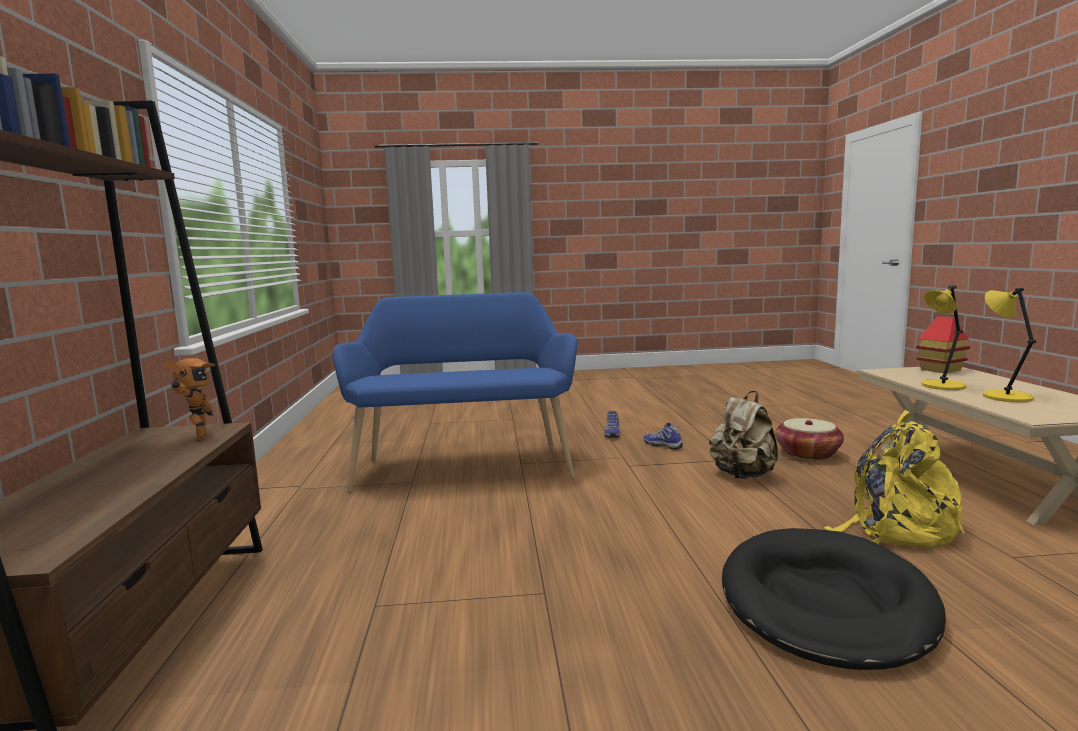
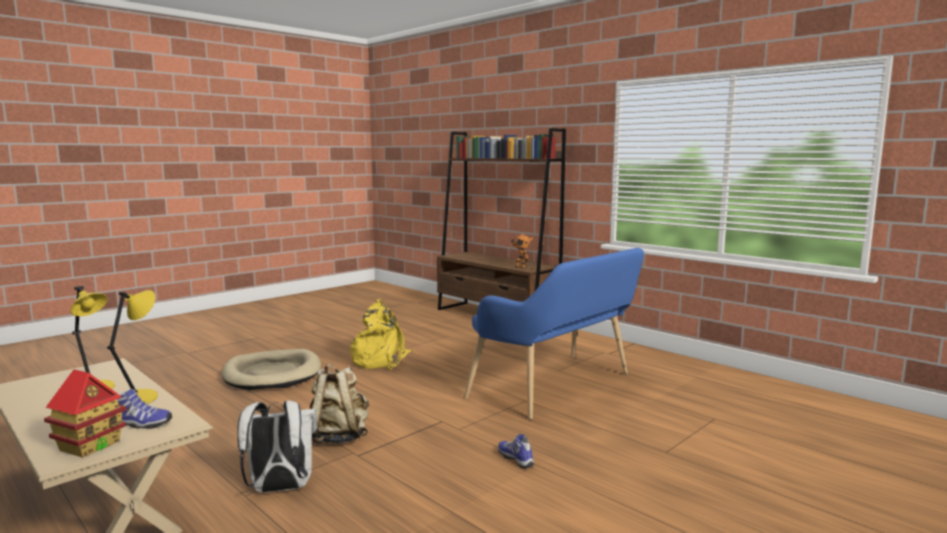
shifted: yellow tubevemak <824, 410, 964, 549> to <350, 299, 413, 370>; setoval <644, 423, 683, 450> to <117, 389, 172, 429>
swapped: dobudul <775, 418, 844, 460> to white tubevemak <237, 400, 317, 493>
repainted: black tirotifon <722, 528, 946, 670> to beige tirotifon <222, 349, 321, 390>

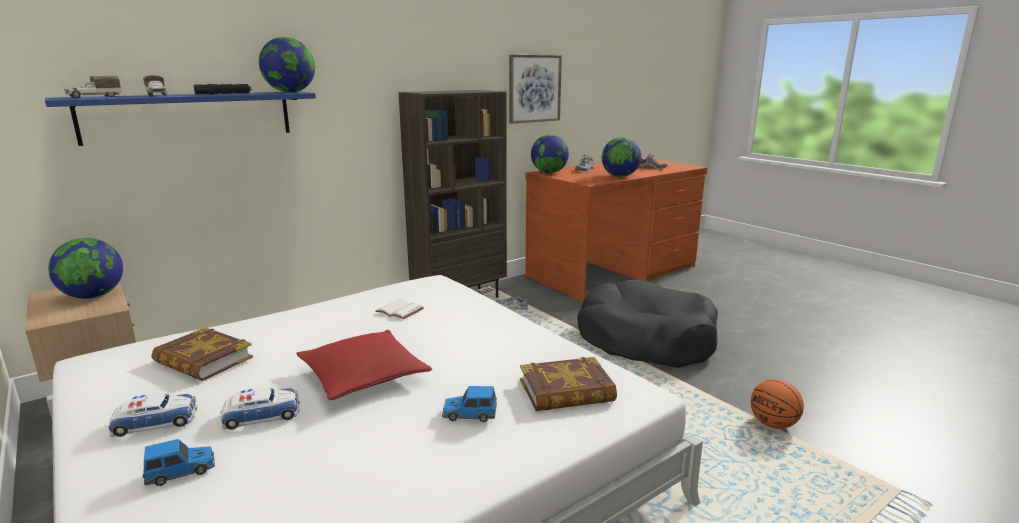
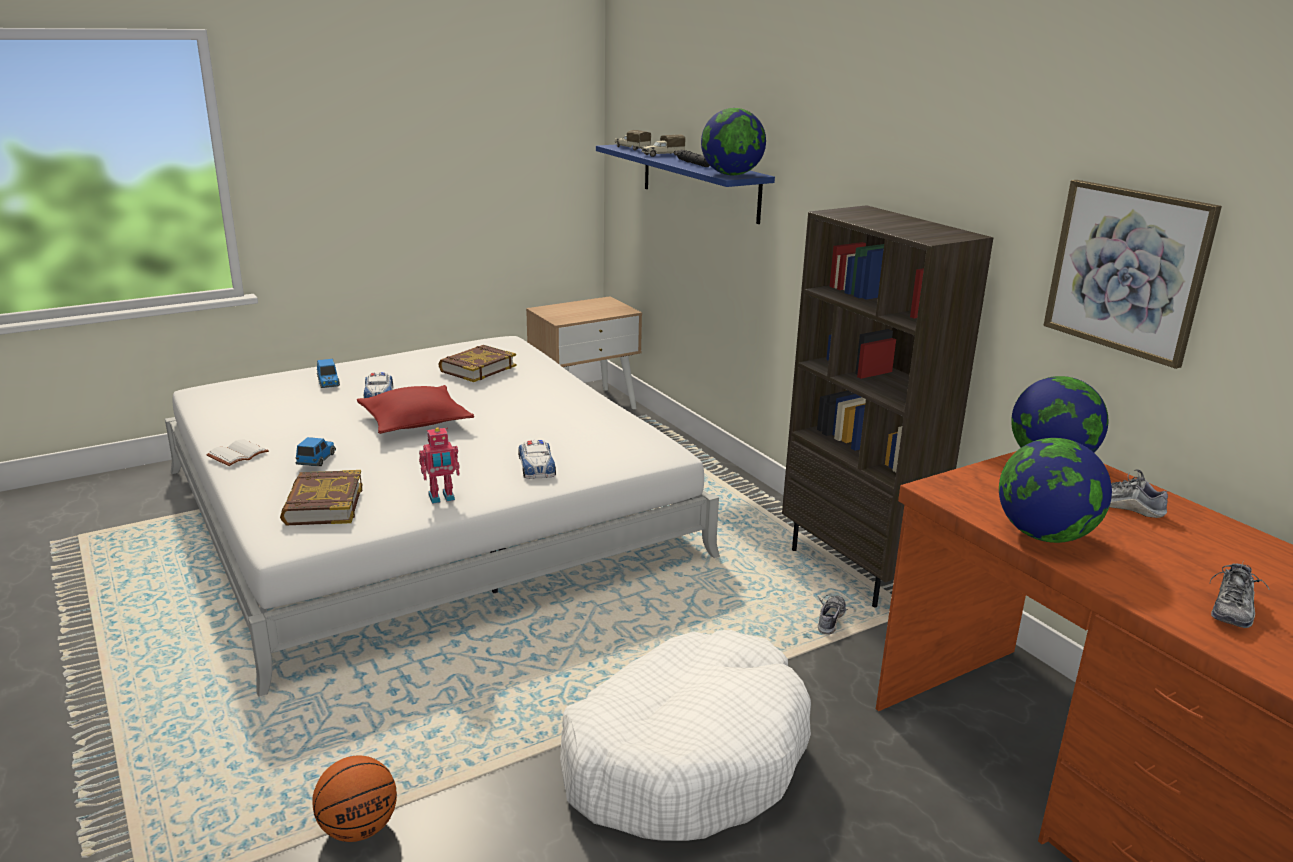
gone: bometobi <48, 238, 123, 299>
new: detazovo <419, 428, 460, 504>
shifted: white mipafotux <376, 299, 424, 319> to <206, 439, 269, 466>; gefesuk <108, 394, 198, 437> to <518, 440, 556, 479>
repainted: black tirotifon <577, 280, 718, 368> to white tirotifon <560, 630, 811, 841>

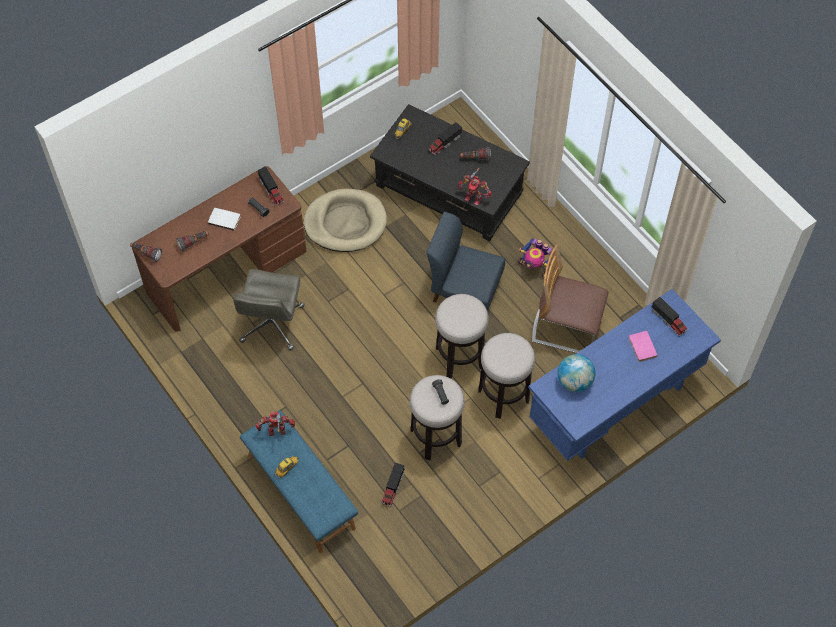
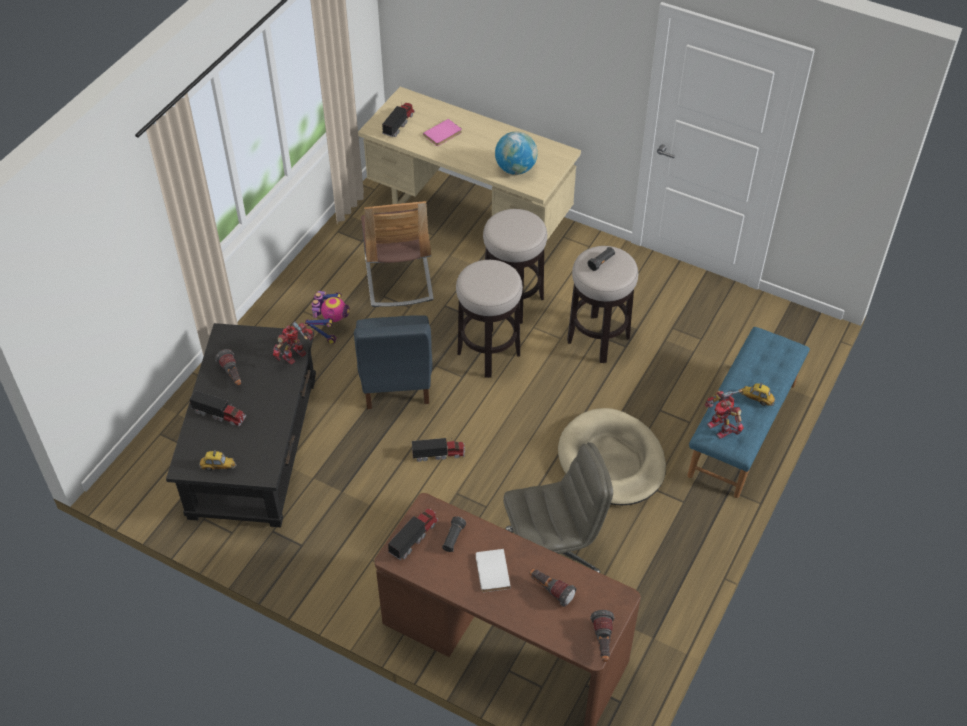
shifted: beige tirotifon <304, 189, 387, 252> to <558, 408, 666, 505>; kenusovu <381, 462, 405, 507> to <412, 438, 465, 462>
repainted: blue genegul <528, 289, 721, 461> to beige genegul <358, 87, 581, 240>
rotated: detazovo <458, 168, 492, 206> = <273, 322, 314, 364> 135 degrees counterclockwise

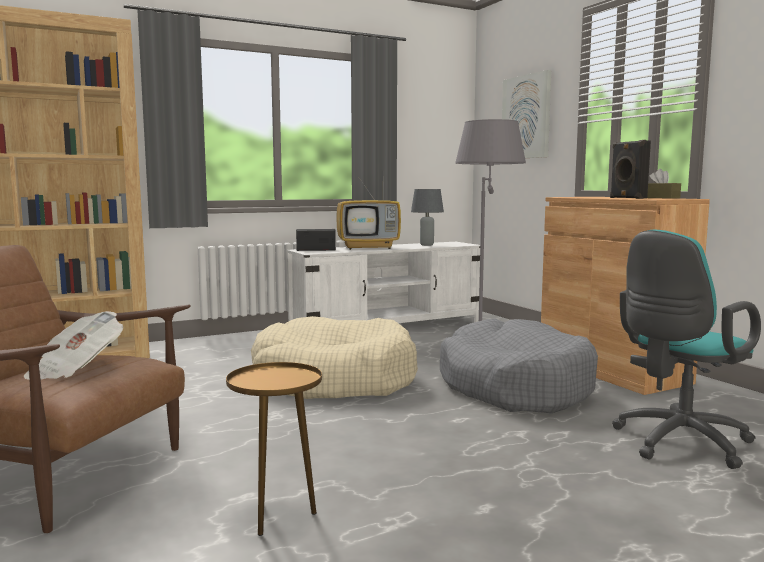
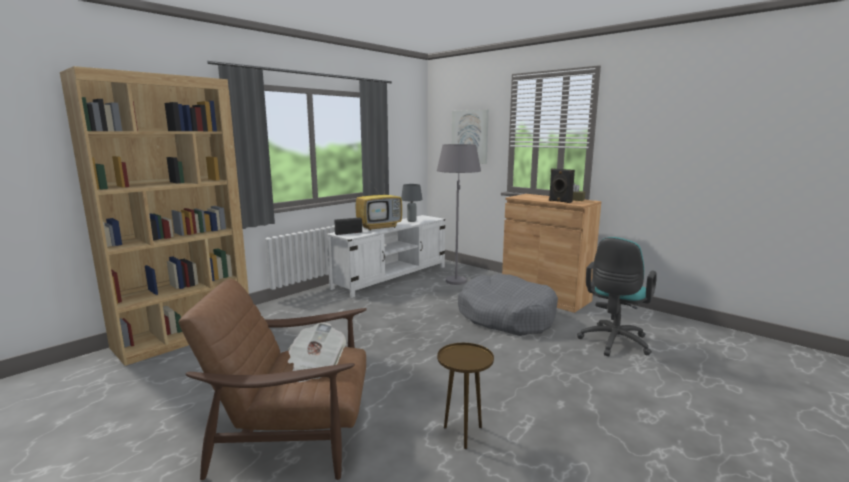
gone: beige tirotifon <251, 316, 418, 399>

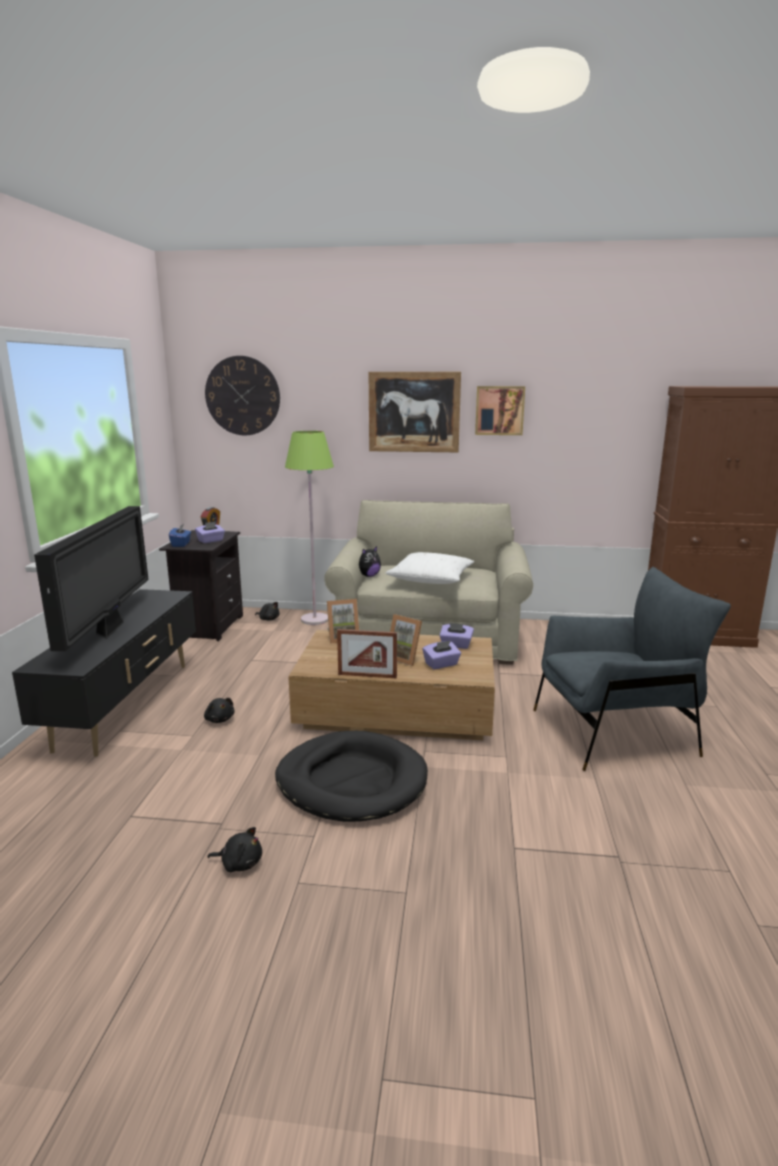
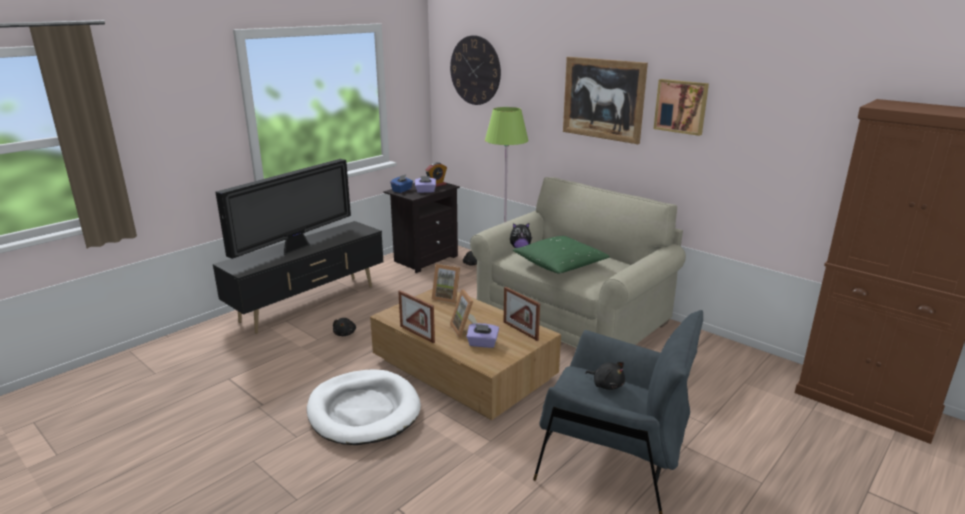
shifted: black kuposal <207, 827, 262, 872> to <585, 362, 625, 390>
swapped: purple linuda <440, 623, 474, 649> to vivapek <504, 287, 540, 341>
repainted: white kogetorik <385, 552, 474, 584> to green kogetorik <513, 236, 610, 274>; black tirotifon <275, 731, 428, 822> to white tirotifon <307, 369, 421, 445>

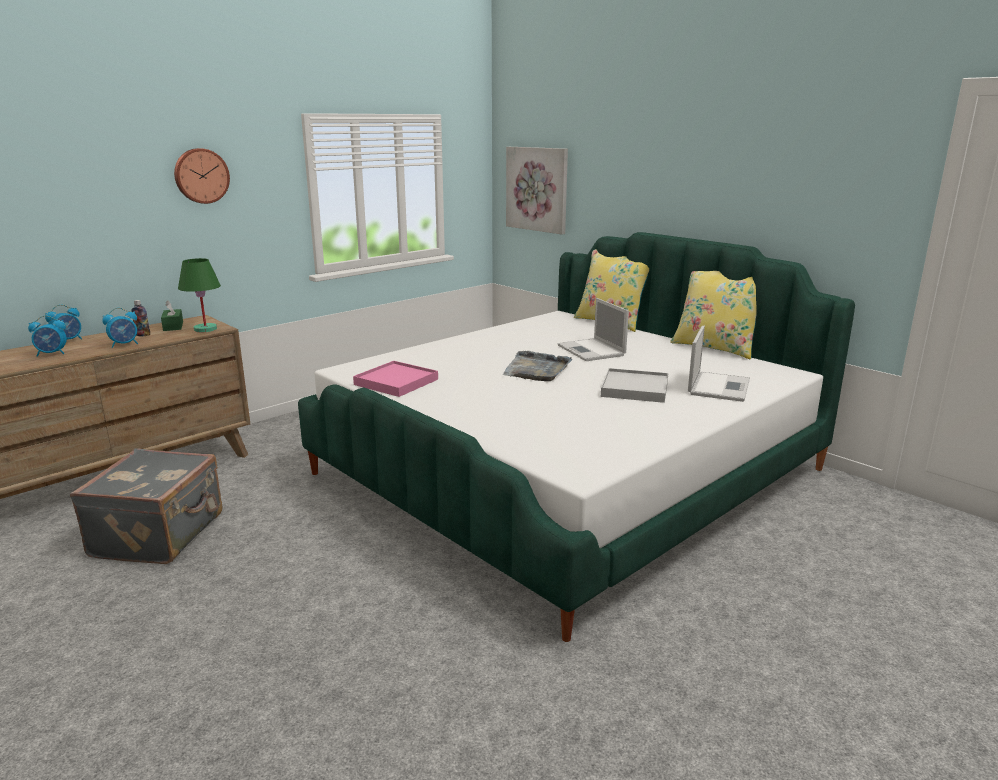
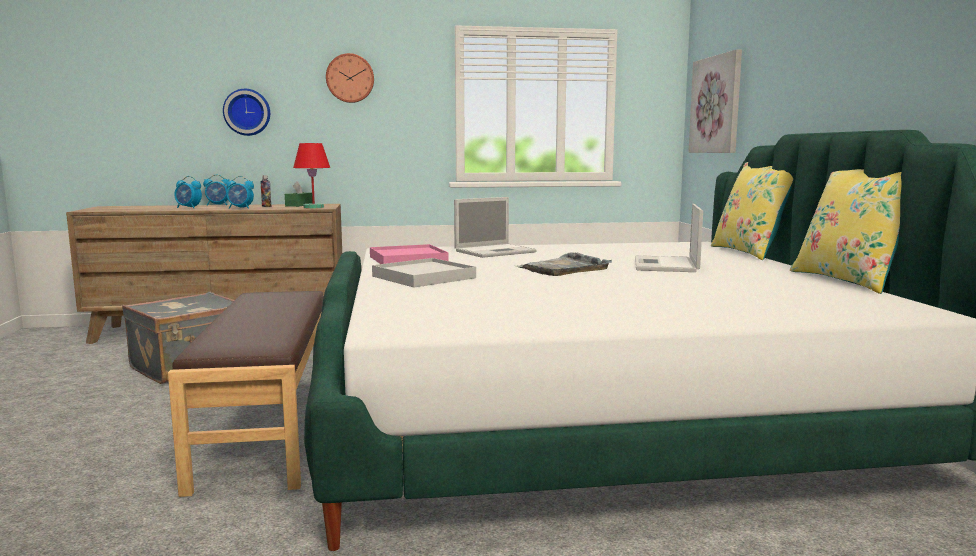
new: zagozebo <223, 89, 270, 136>; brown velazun <168, 291, 324, 497>
shifted: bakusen <688, 326, 750, 402> to <454, 197, 537, 258>; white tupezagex <601, 368, 668, 403> to <372, 258, 476, 287>
repainted: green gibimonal <178, 258, 221, 332> to red gibimonal <293, 143, 330, 208>

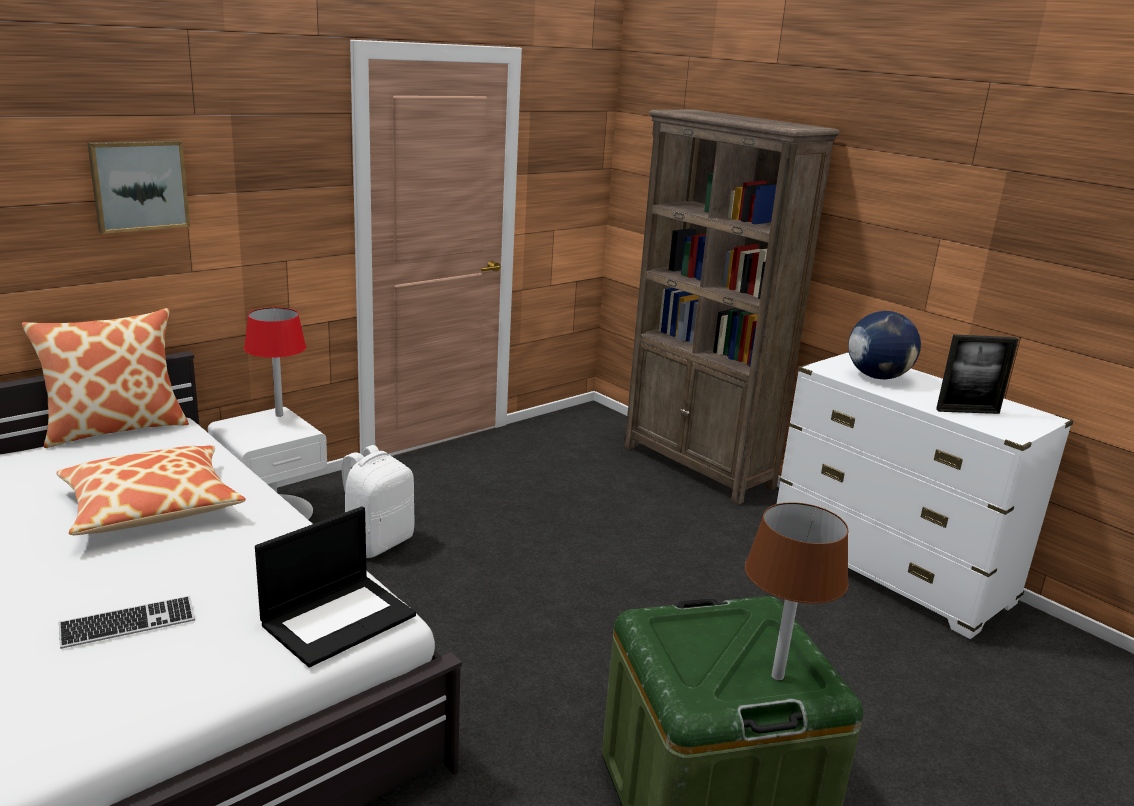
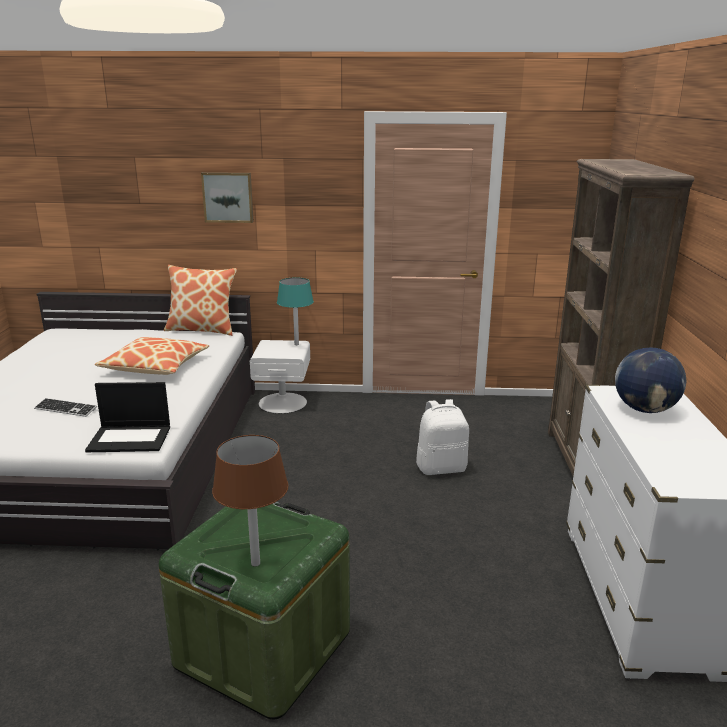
gone: vivapek <936, 334, 1019, 414>
shifted: white tubevemak <341, 445, 414, 558> to <416, 399, 469, 475>
repainted: red gibimonal <244, 307, 306, 417> to turquoise gibimonal <277, 278, 314, 345>

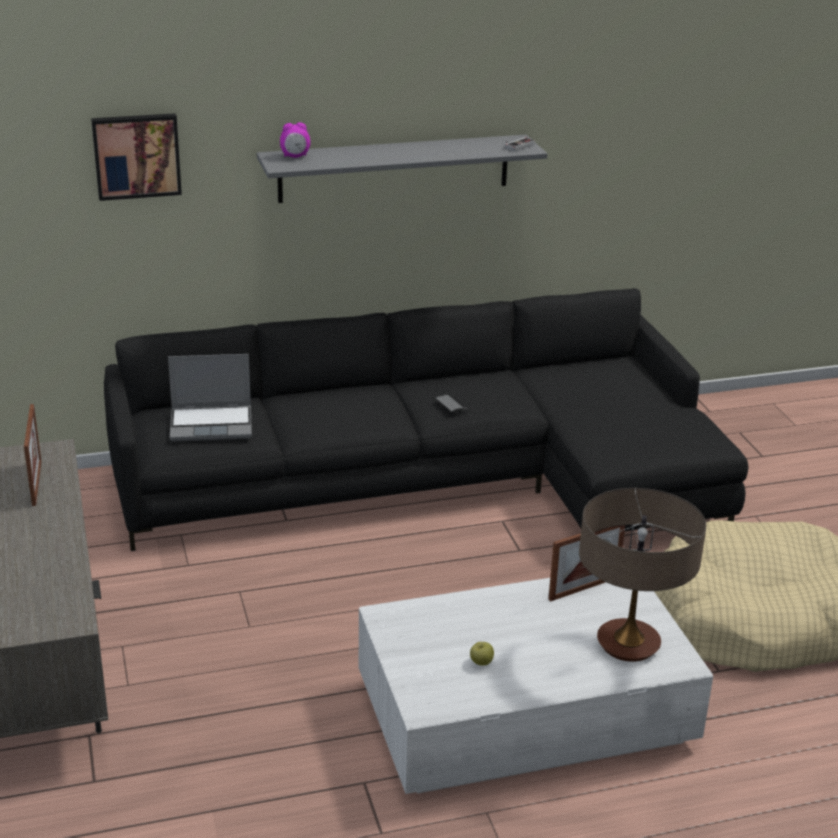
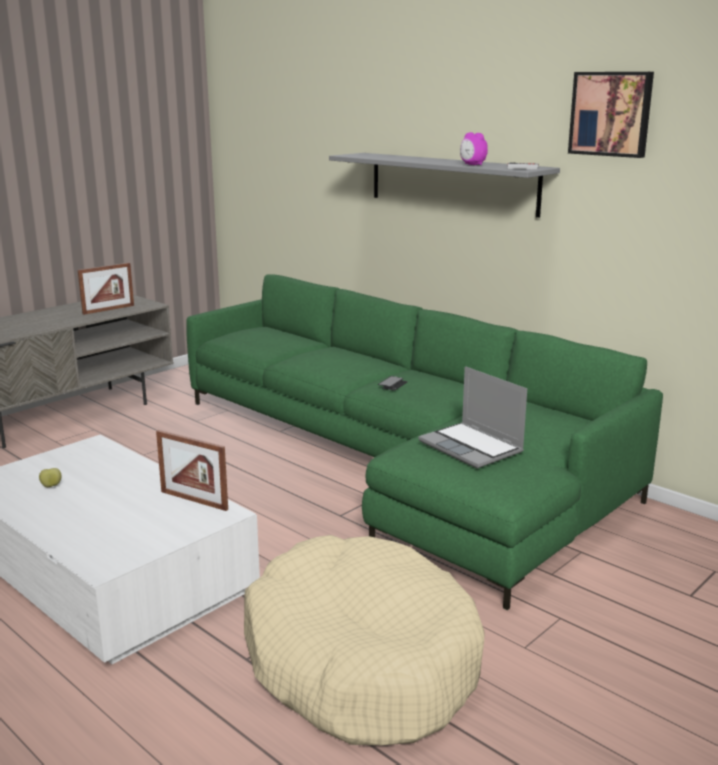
gone: gibimonal <579, 488, 706, 662>
shifted: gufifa <91, 113, 182, 201> to <568, 72, 654, 158>; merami <280, 122, 311, 158> to <460, 132, 488, 165>; bakusen <168, 354, 252, 441> to <419, 366, 527, 469>
repainted: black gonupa <104, 288, 748, 551> to green gonupa <186, 274, 663, 610>

